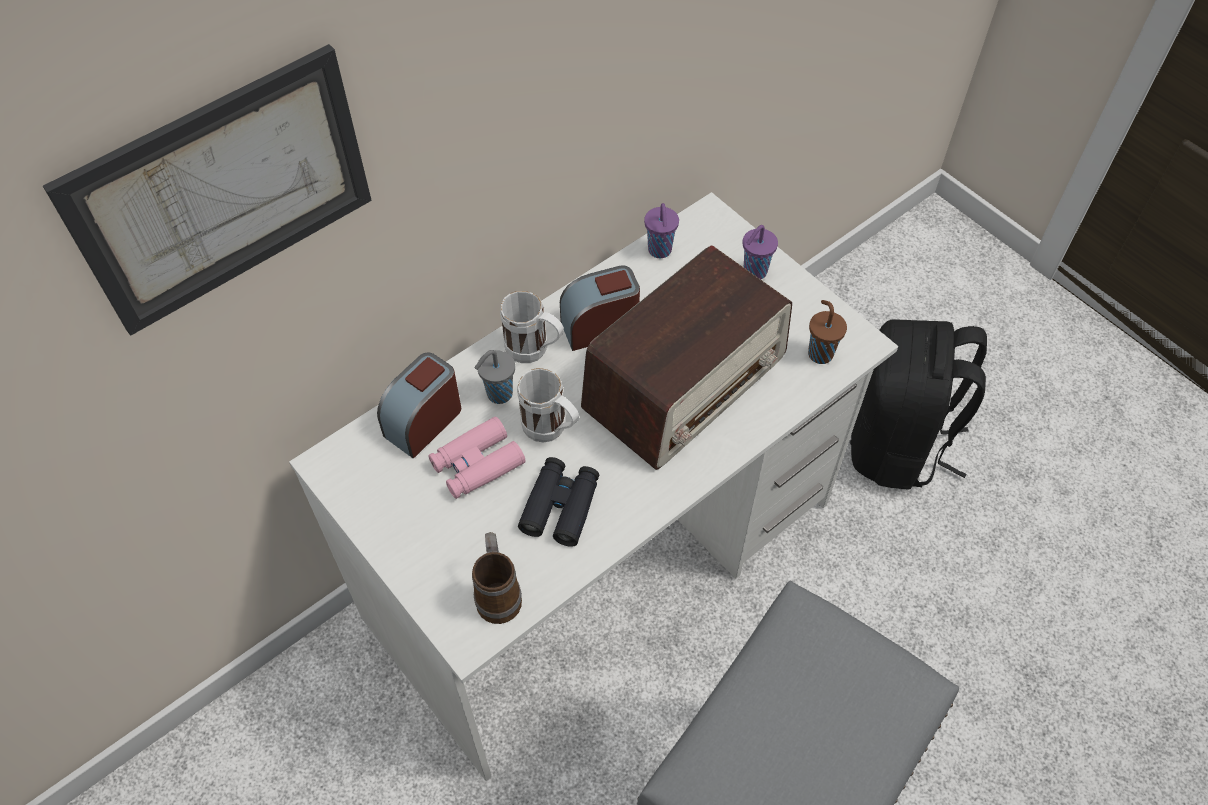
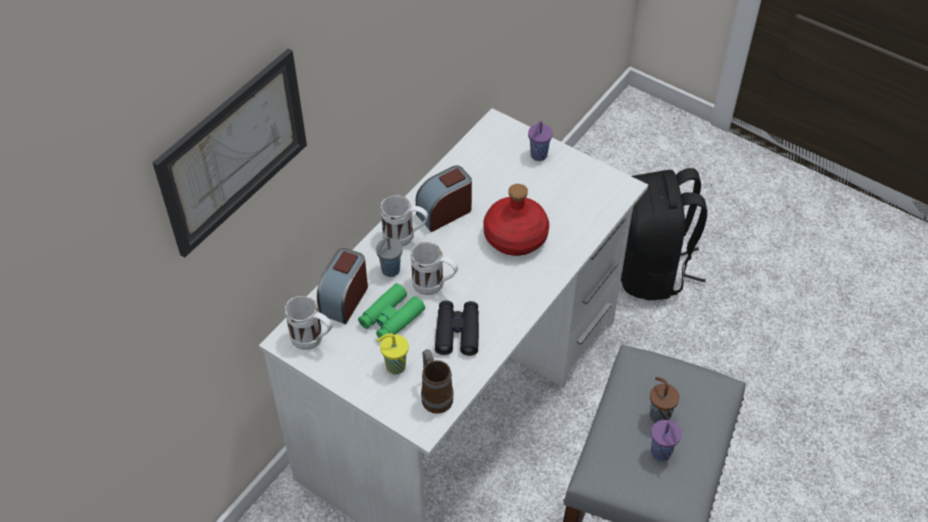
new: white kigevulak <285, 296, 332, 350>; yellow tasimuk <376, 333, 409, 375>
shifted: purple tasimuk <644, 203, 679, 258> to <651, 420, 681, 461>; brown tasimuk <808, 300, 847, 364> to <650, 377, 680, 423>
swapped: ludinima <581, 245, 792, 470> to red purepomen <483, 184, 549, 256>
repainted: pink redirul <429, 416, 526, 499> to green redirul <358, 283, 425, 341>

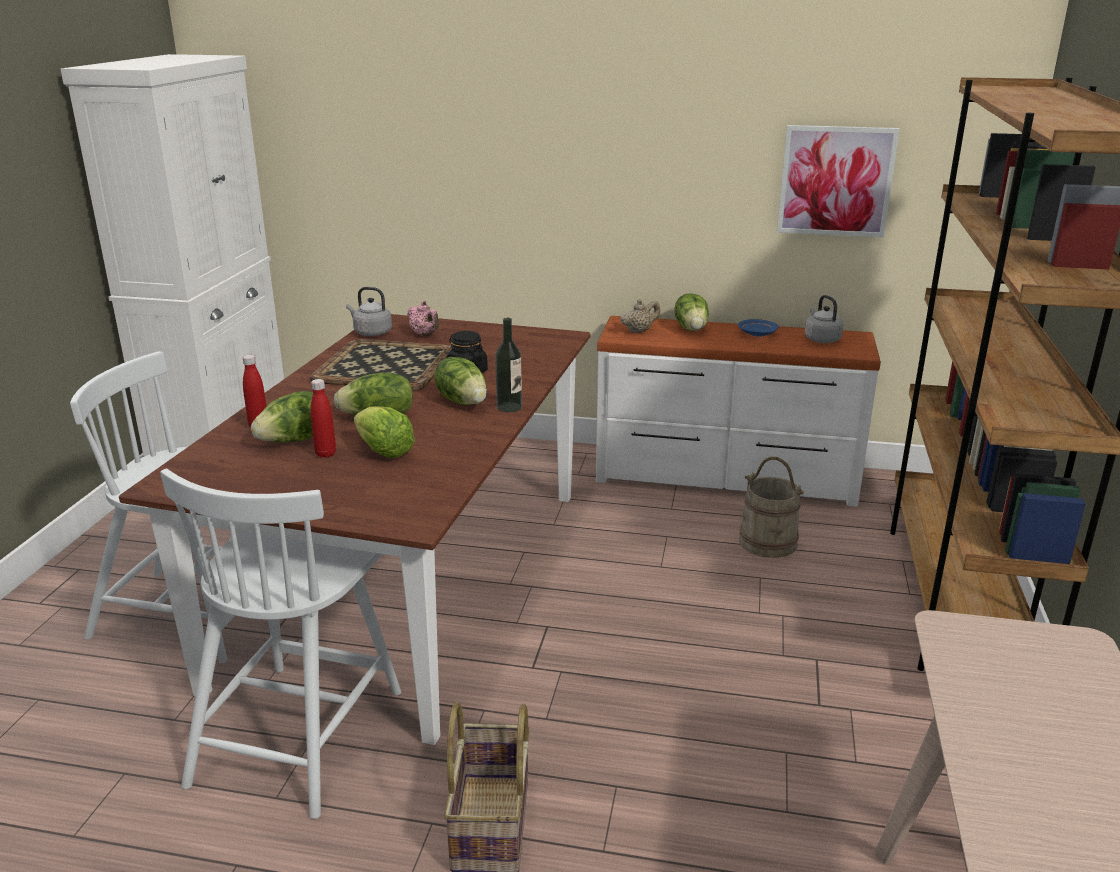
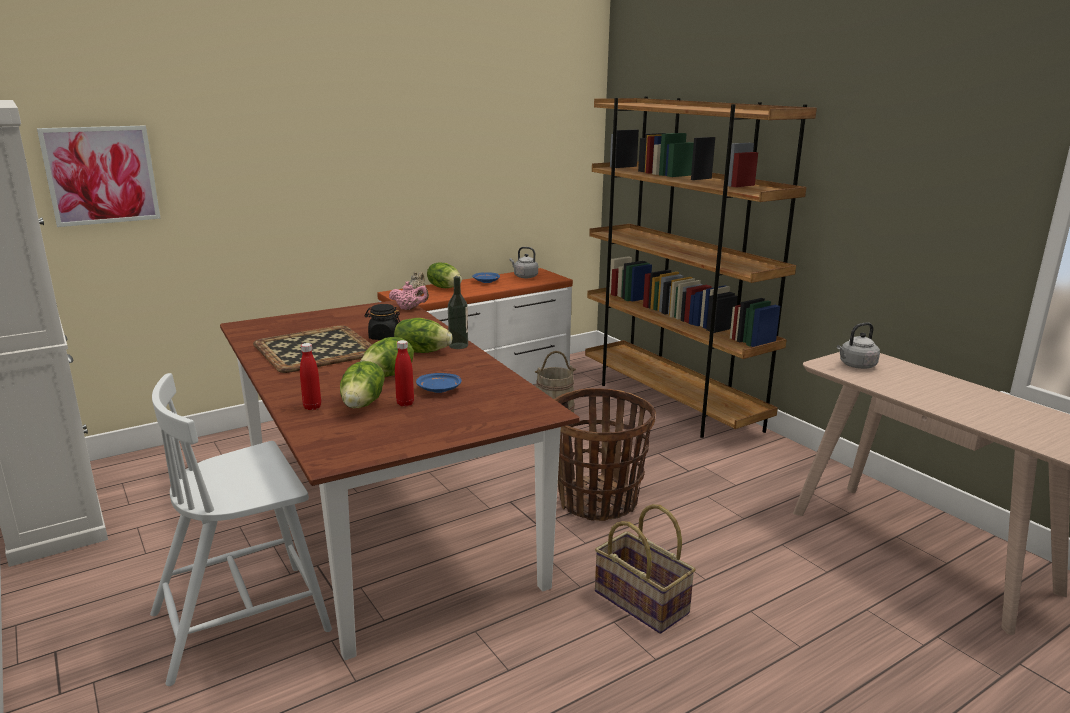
gone: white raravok <160, 468, 401, 819>
new: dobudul <554, 388, 656, 521>
shifted: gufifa <777, 125, 899, 237> to <37, 125, 161, 227>; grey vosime <346, 287, 392, 336> to <837, 322, 880, 369>; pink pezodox <407, 300, 439, 336> to <389, 281, 429, 310>
swapped: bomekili <354, 406, 415, 458> to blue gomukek <416, 373, 462, 393>

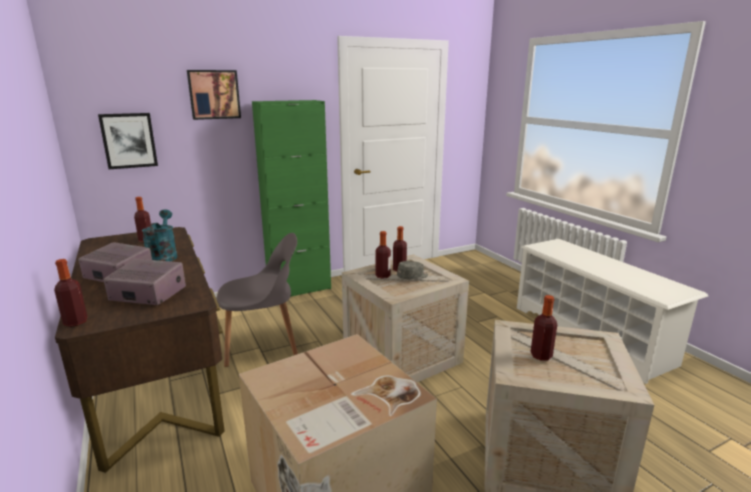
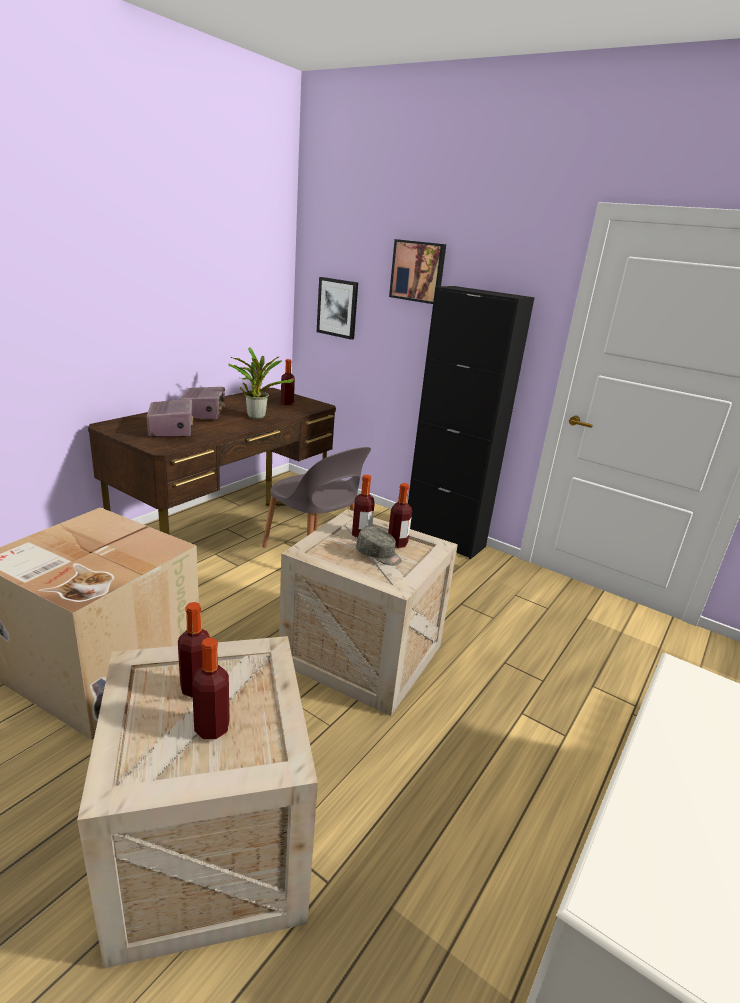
shifted: purepomen <54, 259, 88, 327> to <192, 638, 230, 739>
swapped: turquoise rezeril <142, 209, 177, 261> to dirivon <228, 348, 294, 419>
repainted: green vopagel <252, 100, 331, 297> to black vopagel <408, 286, 535, 559>

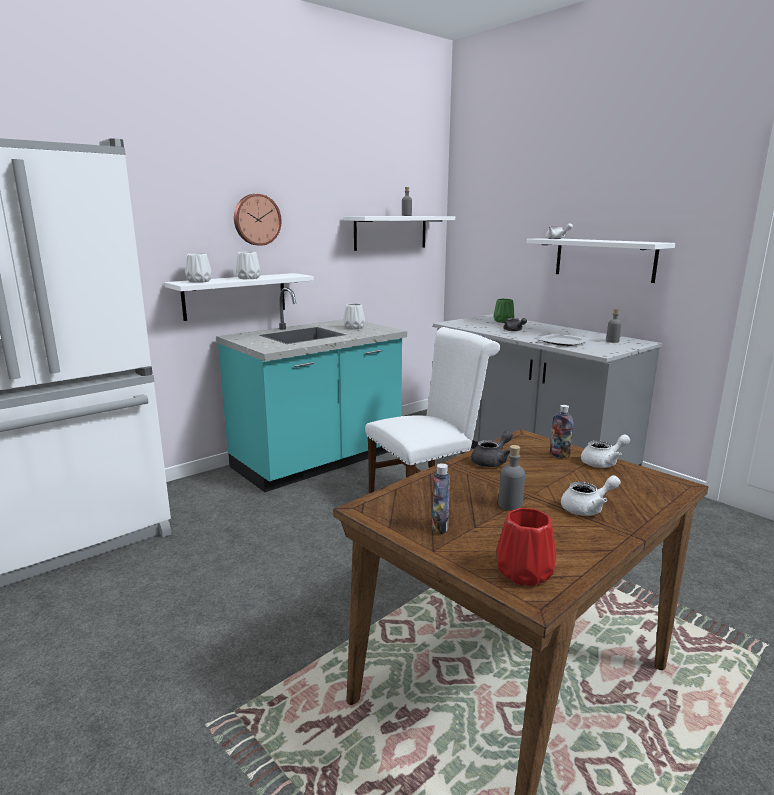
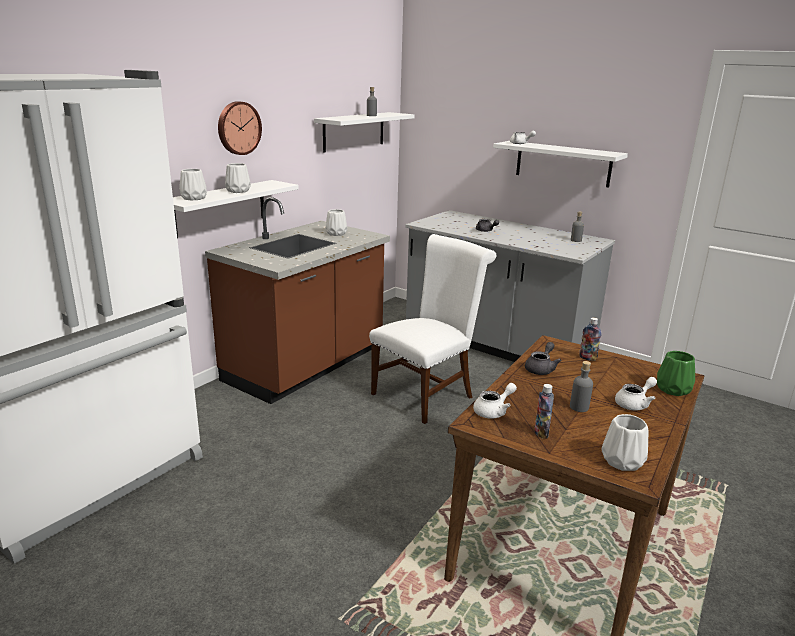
gone: gomukek <539, 334, 588, 346>
shifted: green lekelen <493, 299, 514, 323> to <657, 351, 695, 396>; white pezodox <581, 434, 630, 468> to <473, 383, 517, 419>
repainted: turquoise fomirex <216, 287, 407, 492> to brown fomirex <205, 197, 390, 404>; red lekelen <496, 508, 556, 586> to white lekelen <601, 414, 648, 471>

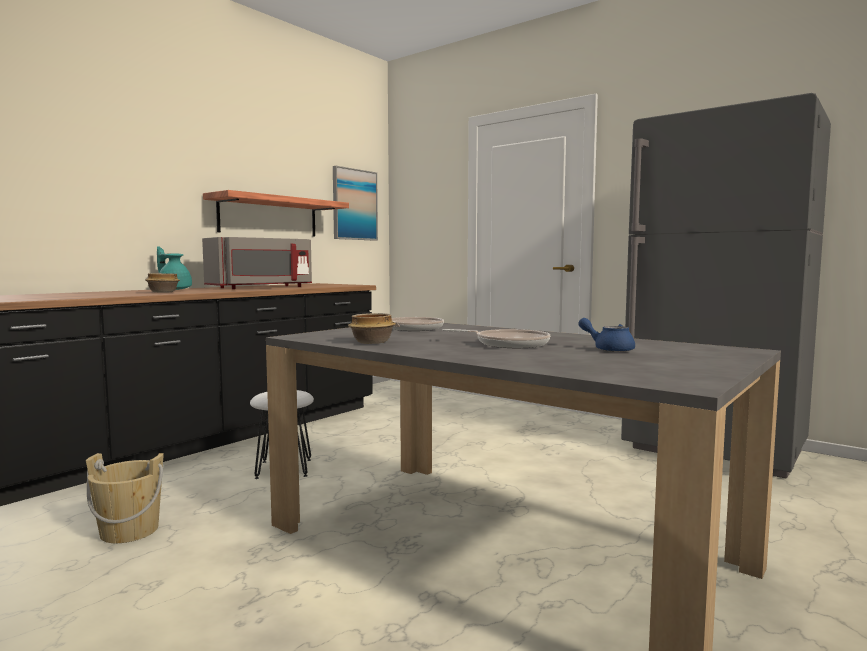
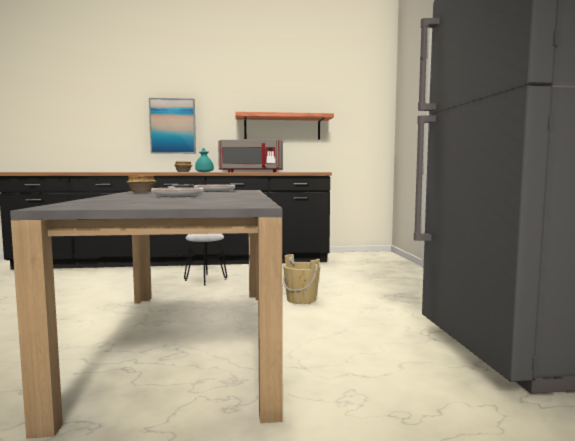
gone: blue pezodox <578, 318, 635, 352>
shifted: gufifa <333, 166, 378, 241> to <149, 98, 196, 154>; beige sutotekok <86, 453, 164, 543> to <283, 254, 320, 304>

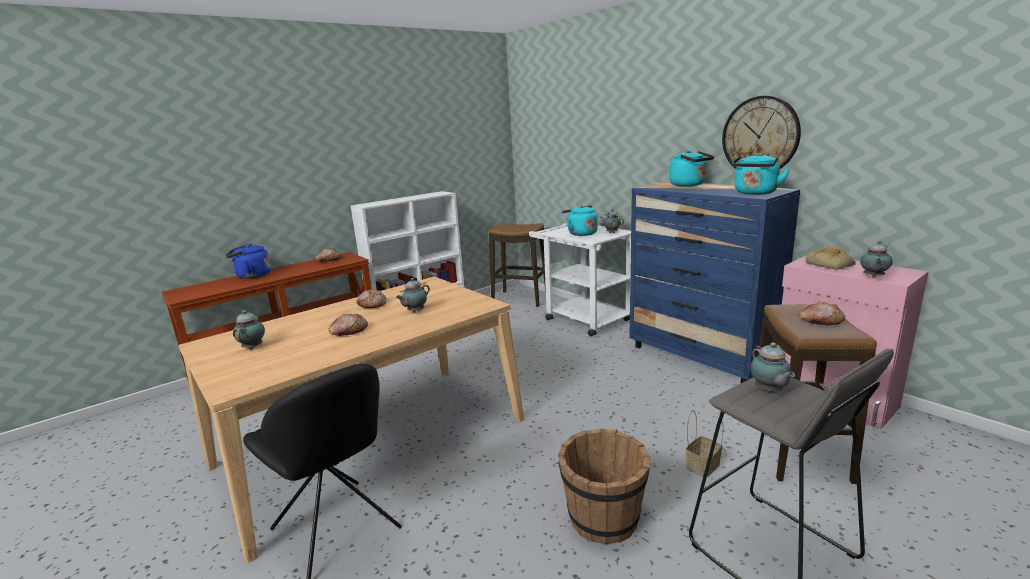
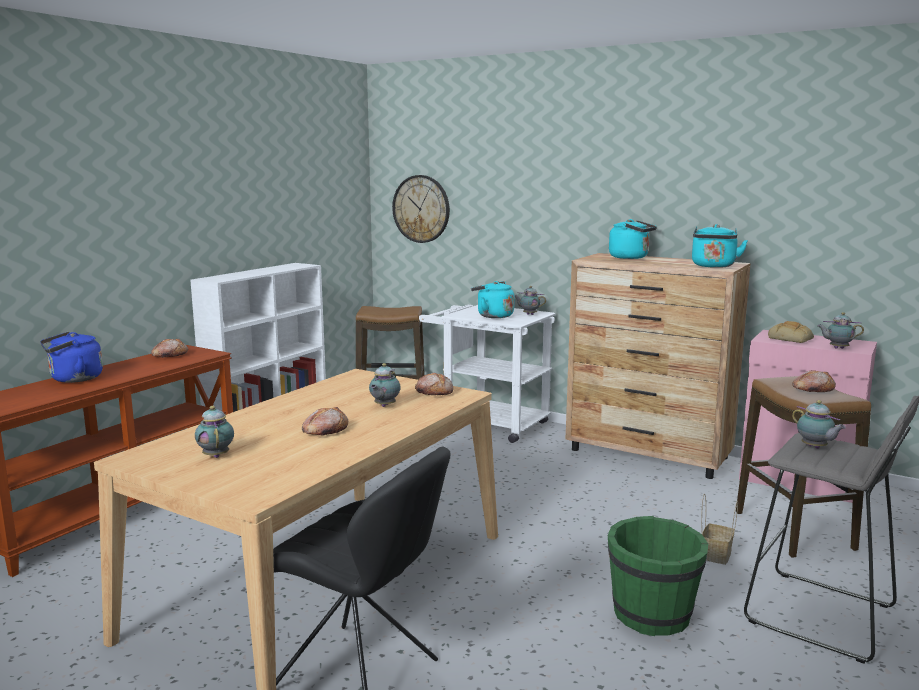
shifted: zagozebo <722, 96, 801, 169> to <392, 175, 450, 243>; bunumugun <356, 289, 387, 308> to <415, 373, 453, 395>
repainted: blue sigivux <629, 181, 800, 384> to brown sigivux <566, 253, 750, 479>; brown sutotekok <558, 429, 650, 544> to green sutotekok <608, 516, 708, 636>
rotated: pezodox <860, 241, 892, 278> = <817, 312, 864, 349> 90 degrees clockwise

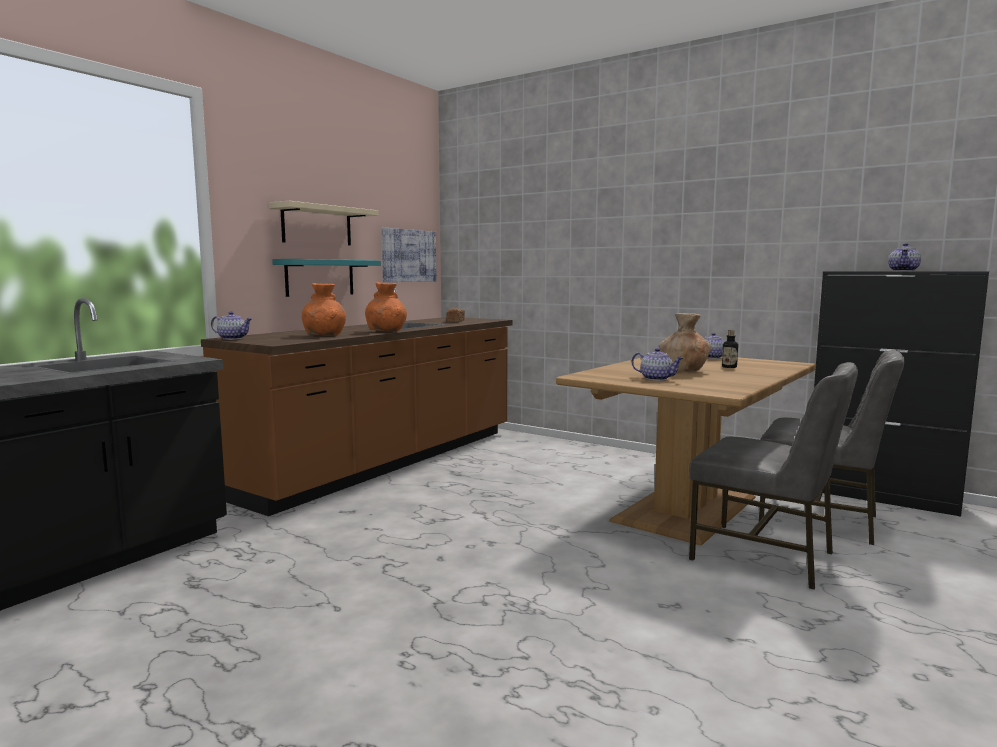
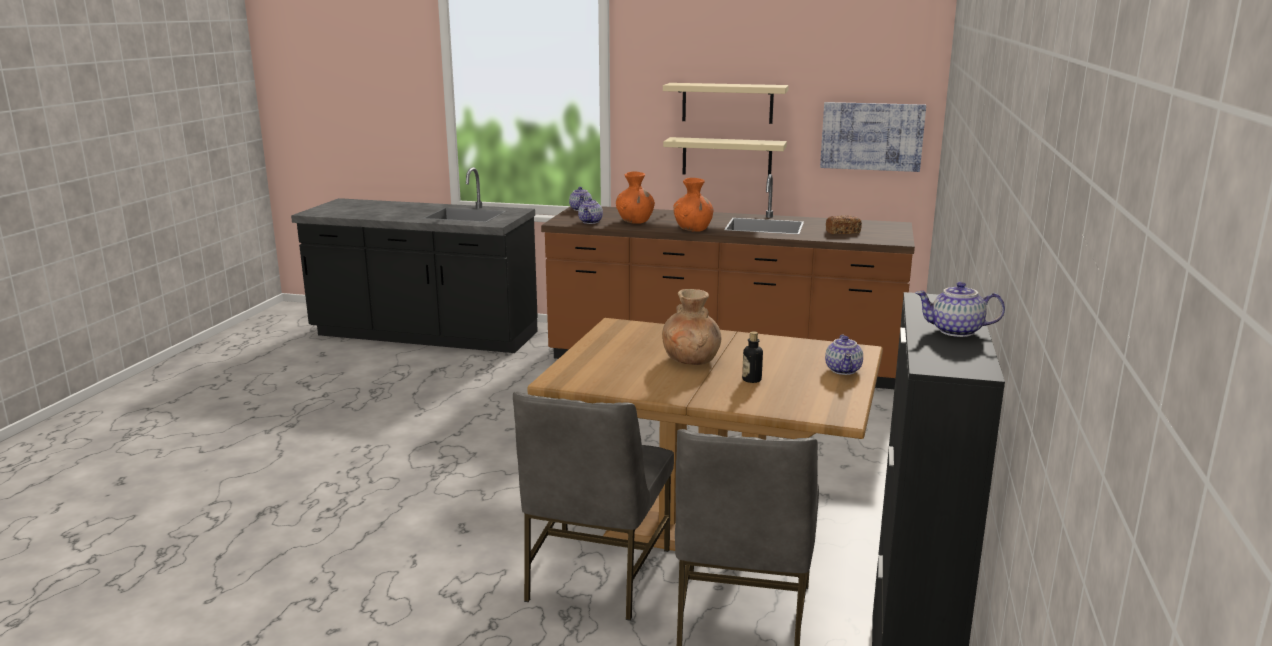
shifted: pezodox <632, 348, 683, 381> to <578, 198, 603, 224>
repainted: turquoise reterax <272, 259, 381, 297> to beige reterax <663, 137, 787, 175>

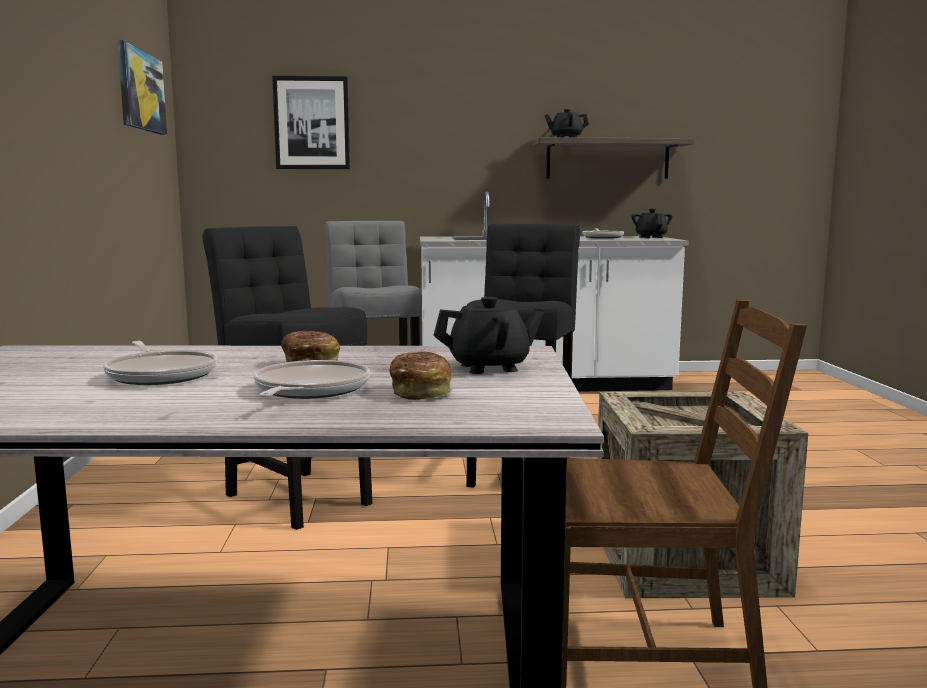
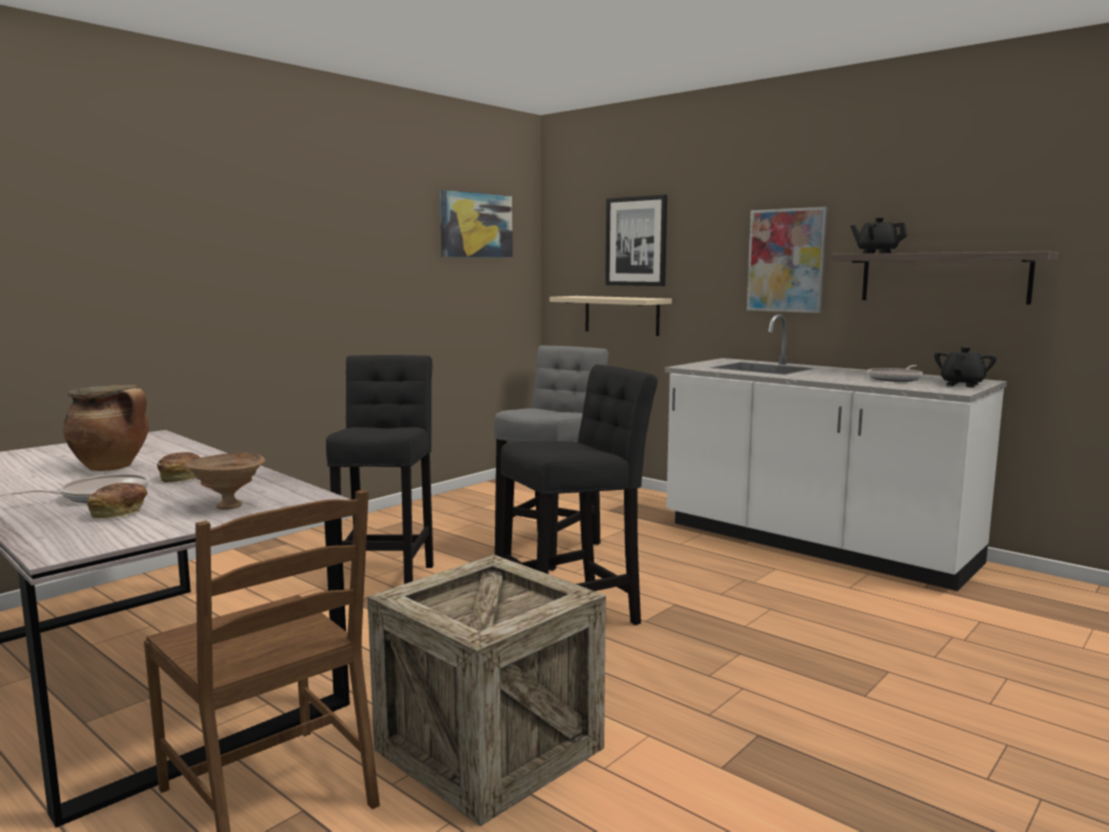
new: gufifa <747, 207, 828, 313>; beige reterax <550, 296, 672, 336>
swapped: black pezodox <433, 297, 545, 374> to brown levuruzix <184, 452, 265, 510>; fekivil <103, 341, 217, 385> to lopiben <63, 385, 149, 471>

